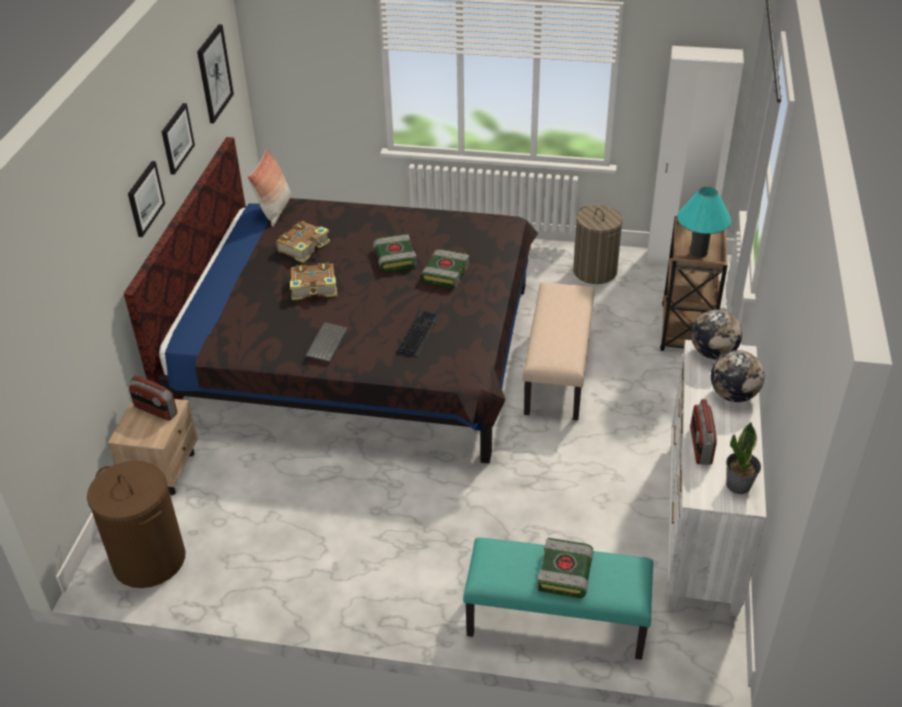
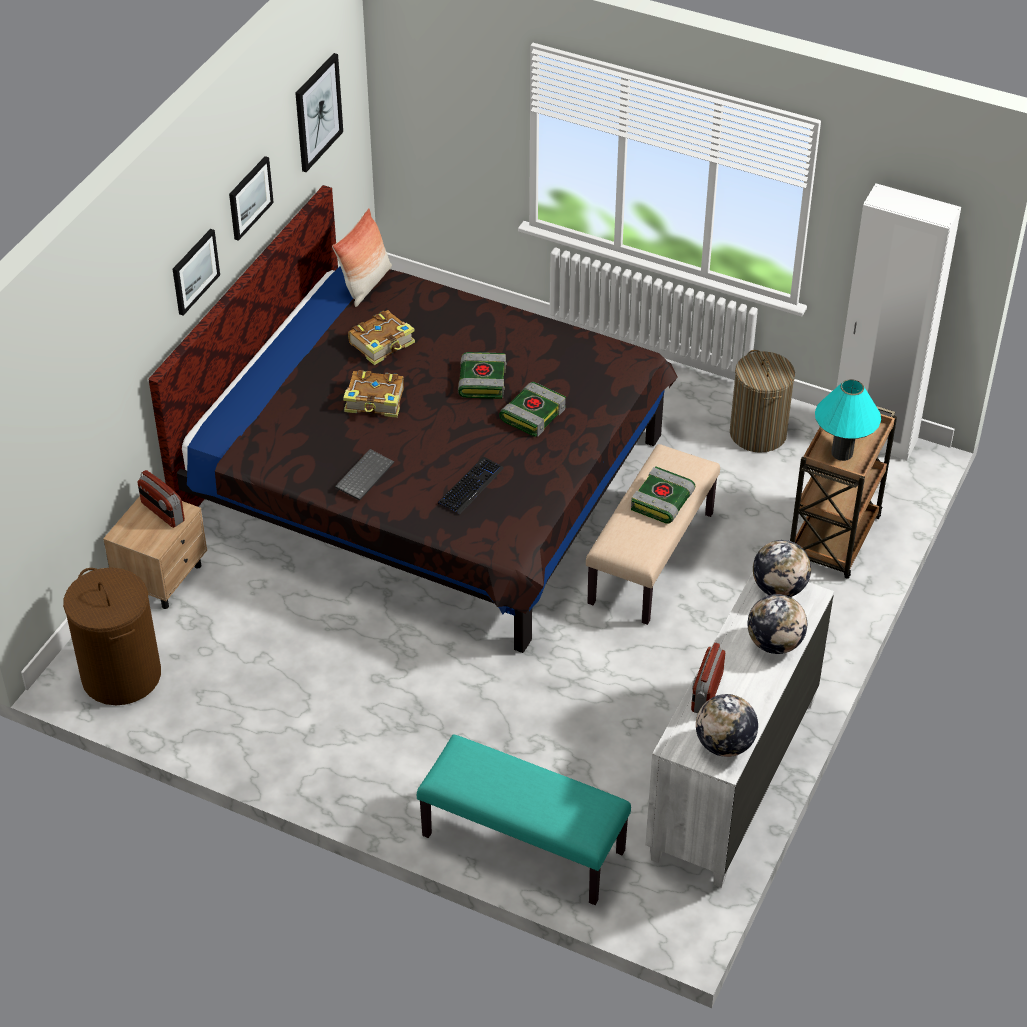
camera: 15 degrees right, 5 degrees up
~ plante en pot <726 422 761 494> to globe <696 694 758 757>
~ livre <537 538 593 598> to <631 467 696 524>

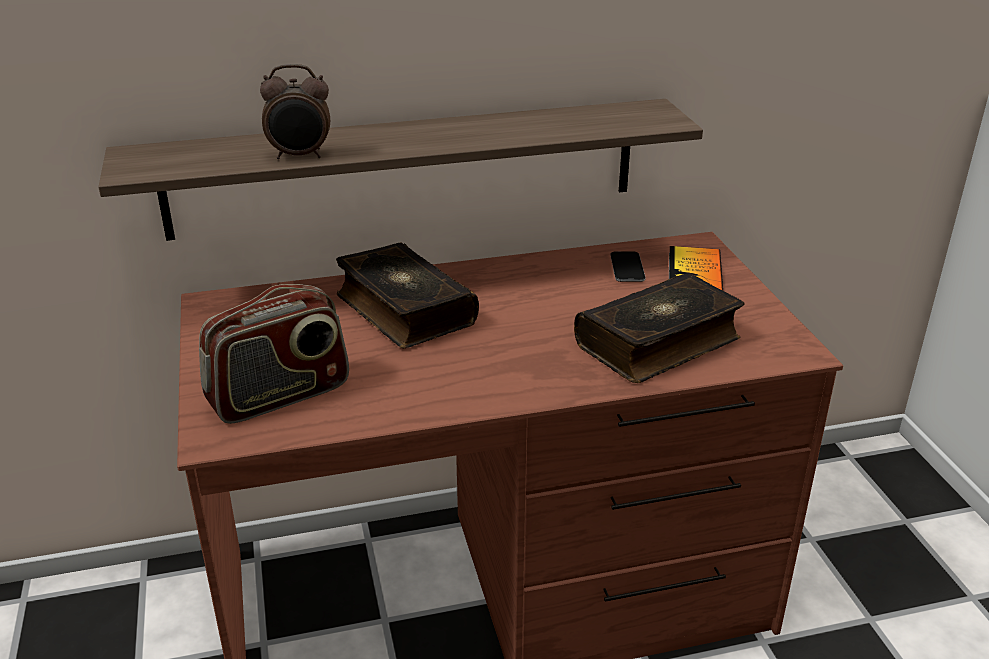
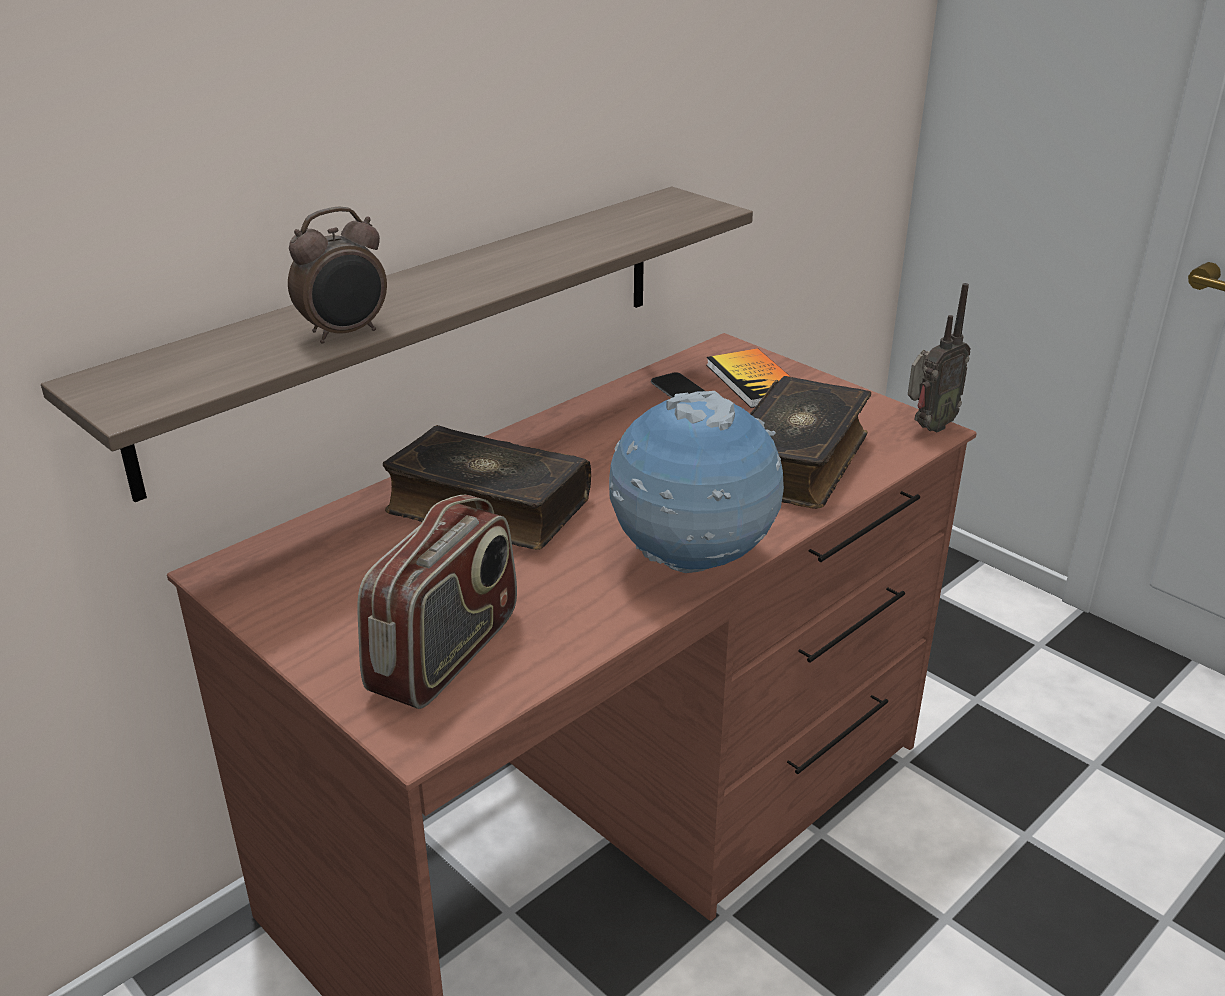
camera: 30 degrees left, 0 degrees up
+ radio <908 283 971 432>
+ globe <609 391 784 573>

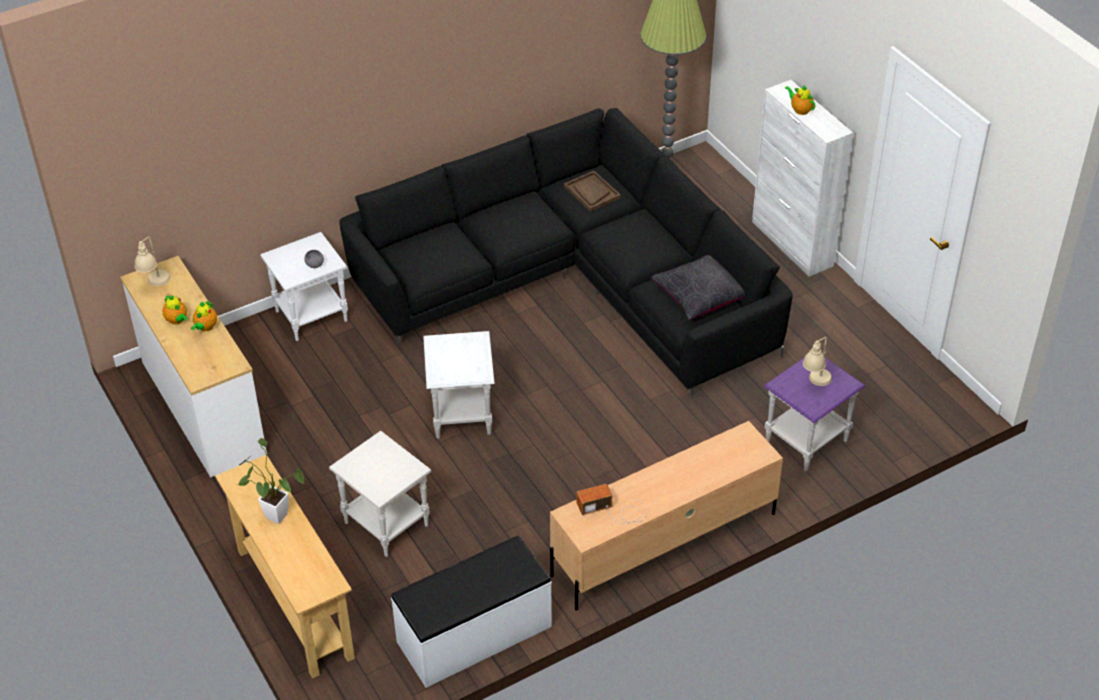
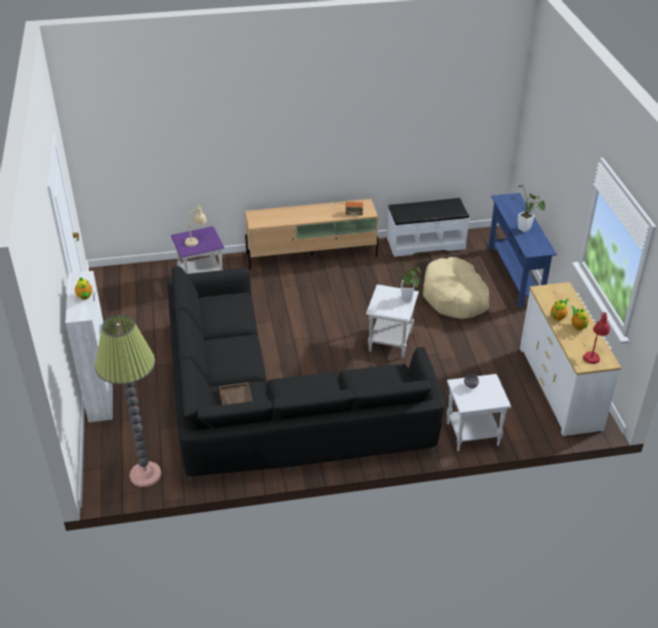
camera: 160 degrees left, 5 degrees down
~ lampe de table [beige] <135 237 170 286> to lampe de table [rouge] <583 312 610 364>
- coussin [noir] <651 255 745 320>
~ table d'appoint [blanc] <329 431 431 557> to panier pour chien [beige] <423 257 489 319>
~ table console [beige] <215 455 355 678> to table console [bleu] <488 193 557 307>
+ plante en pot <388 253 421 302>

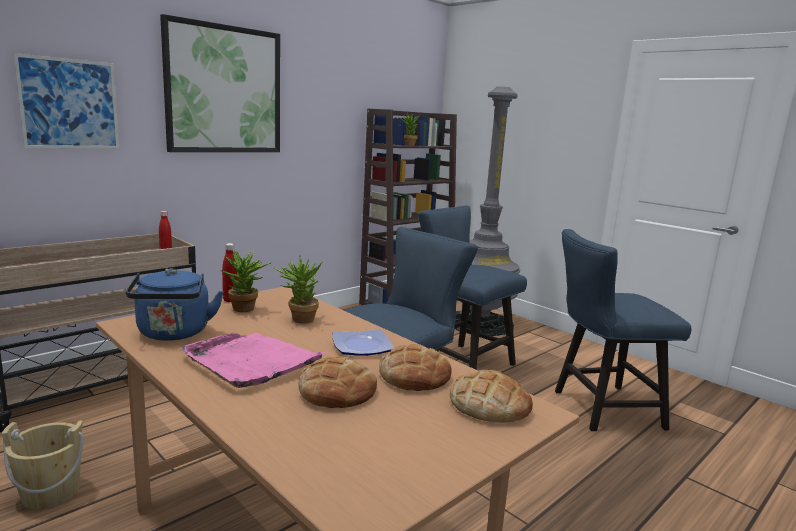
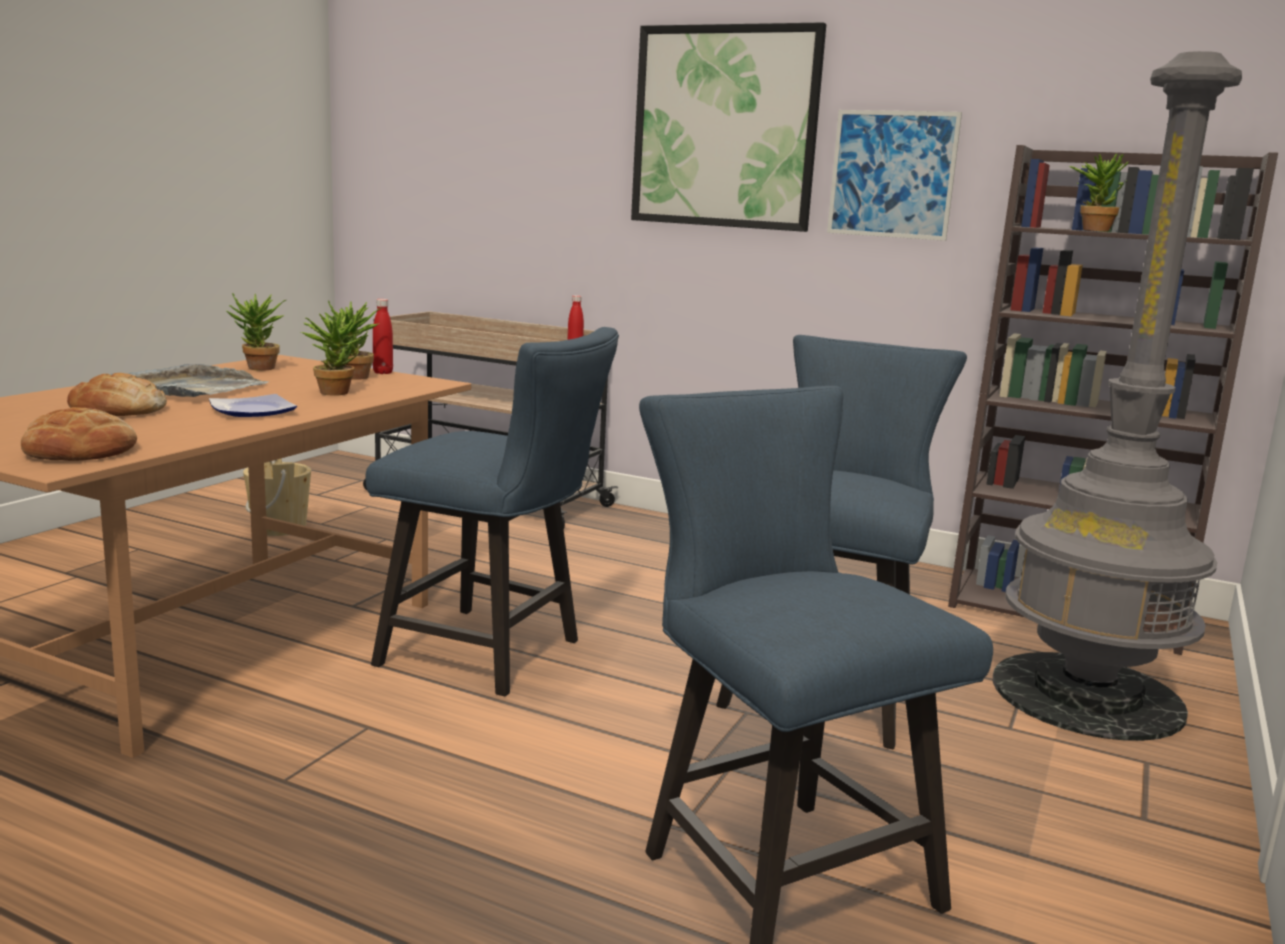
camera: 70 degrees right, 0 degrees up
~ tableau <13 53 119 149> to <827 110 962 241>
~ bouilloire [bleu] <126 268 223 341> to plante en pot <226 293 286 371>
~ plateau [rose] <182 333 325 388> to plateau [gris] <111 364 269 397>
- pain <379 344 452 391>

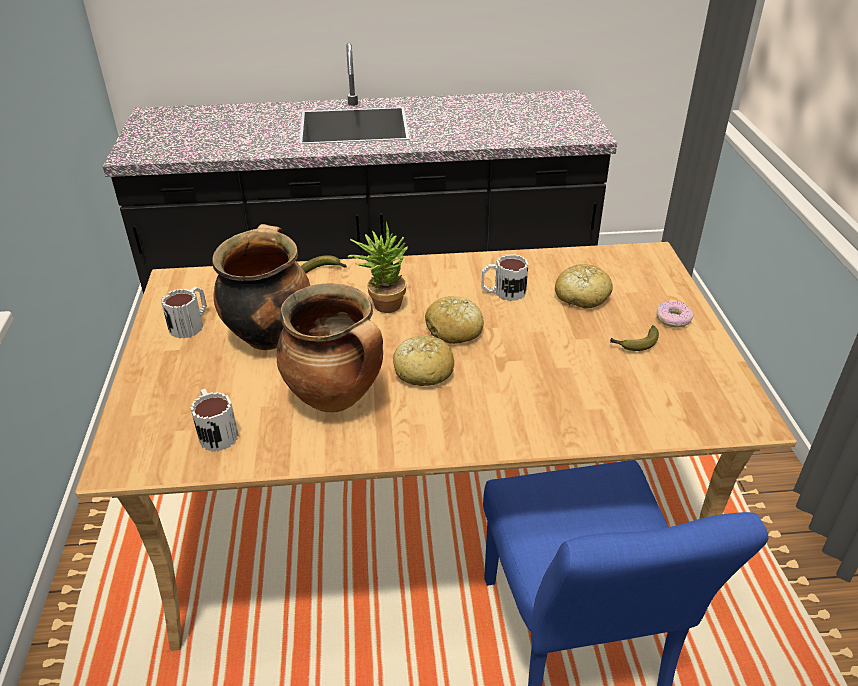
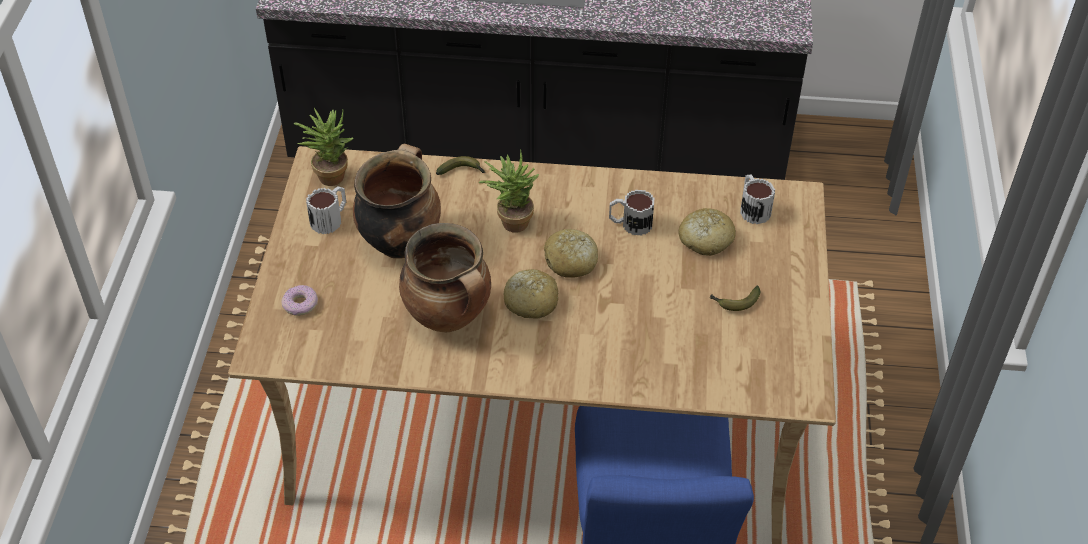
camera: 10 degrees right, 10 degrees up
~ beignet <656 301 693 328> to <281 285 318 316>
~ mug <190 389 239 452> to <740 174 775 224>
+ plante en pot <294 108 353 186>

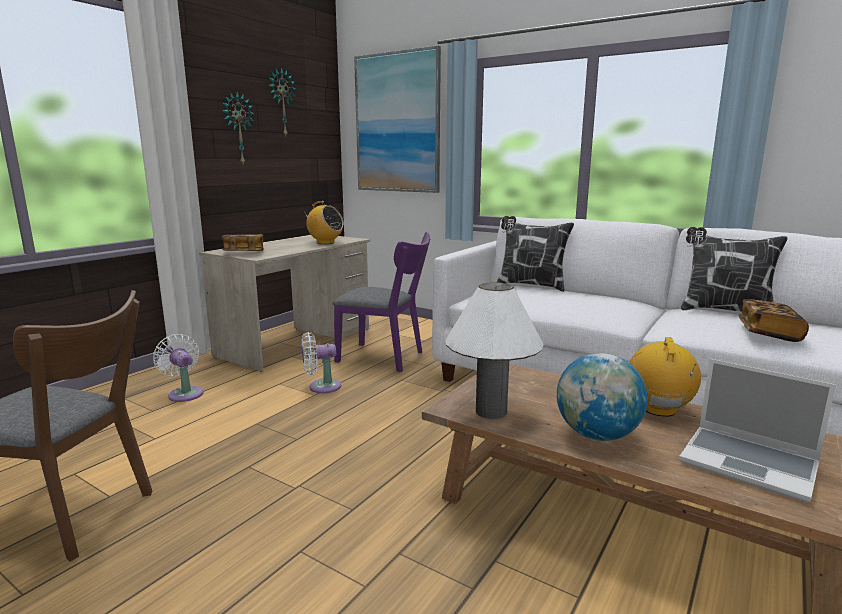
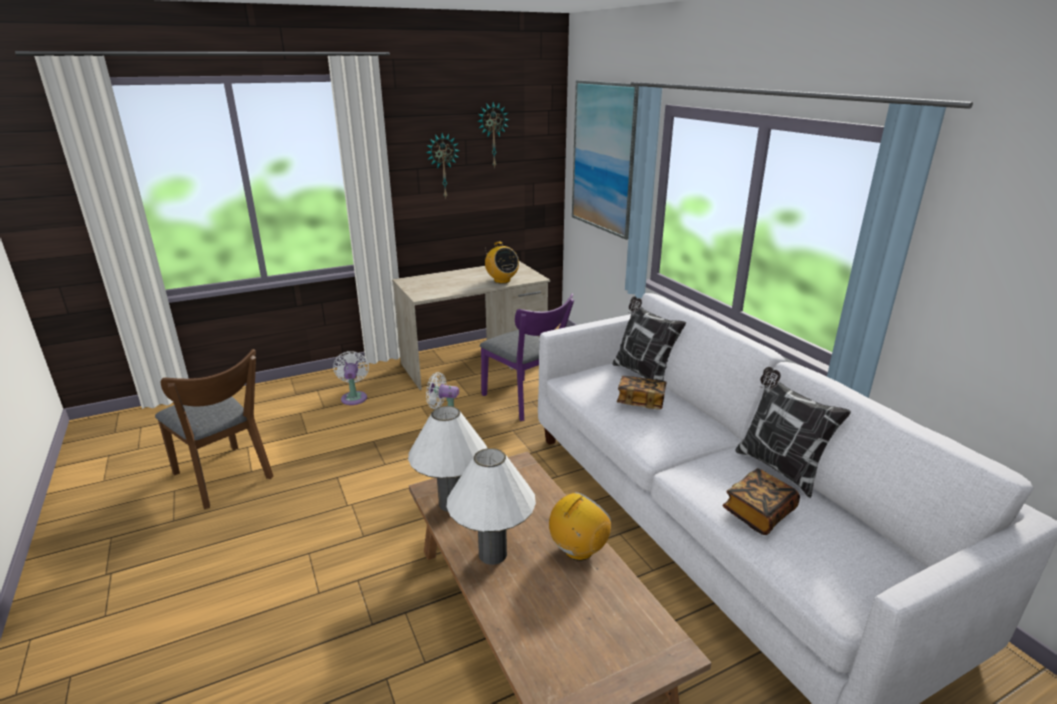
camera: 30 degrees right, 10 degrees up
~ livre <222 234 264 251> to <617 376 667 410>
~ globe <557 353 648 441> to lampe de table [blanc] <447 448 536 565>
- ordinateur portable <679 359 836 503>

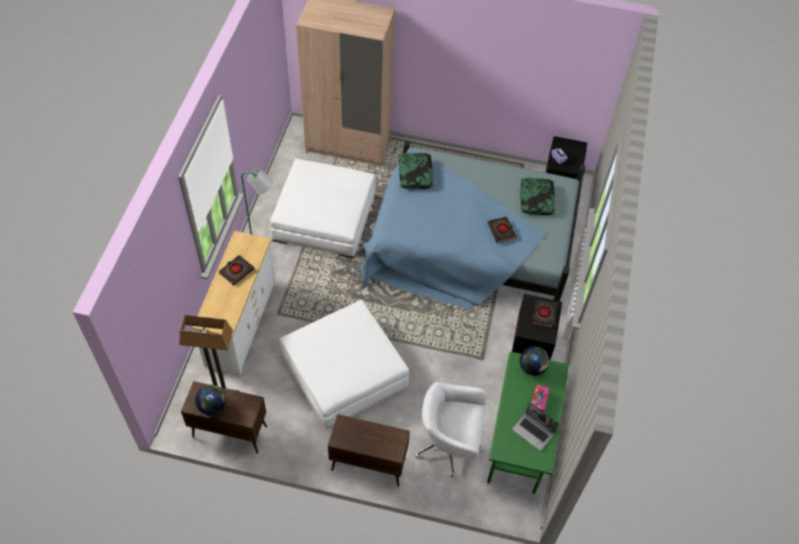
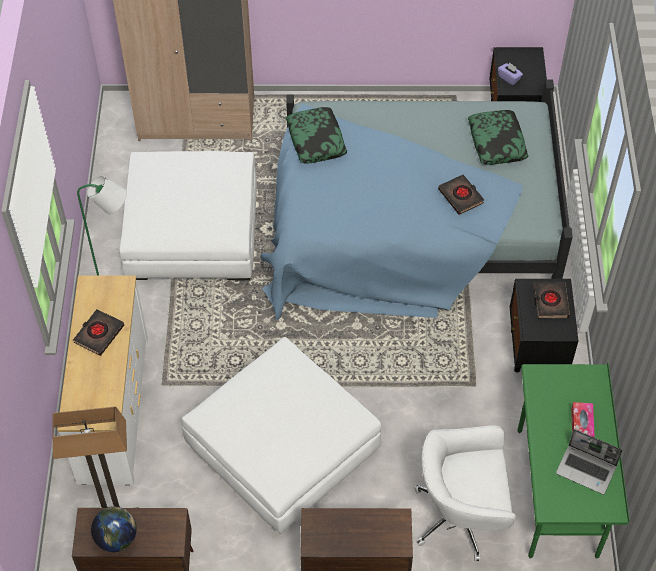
camera: 10 degrees left, 0 degrees up
- globe <520 346 549 376>

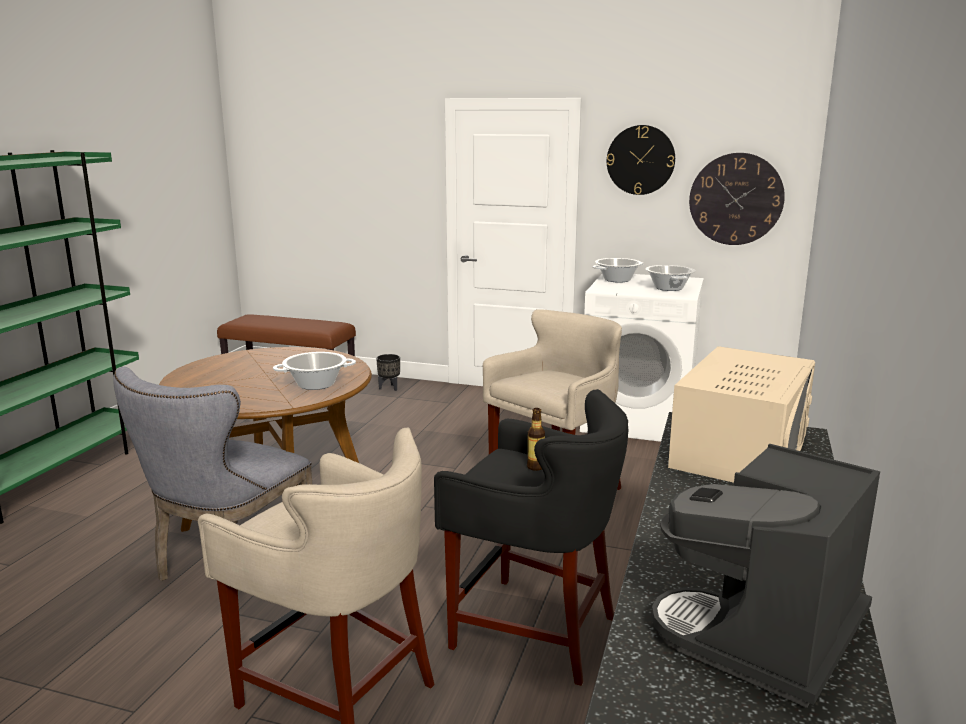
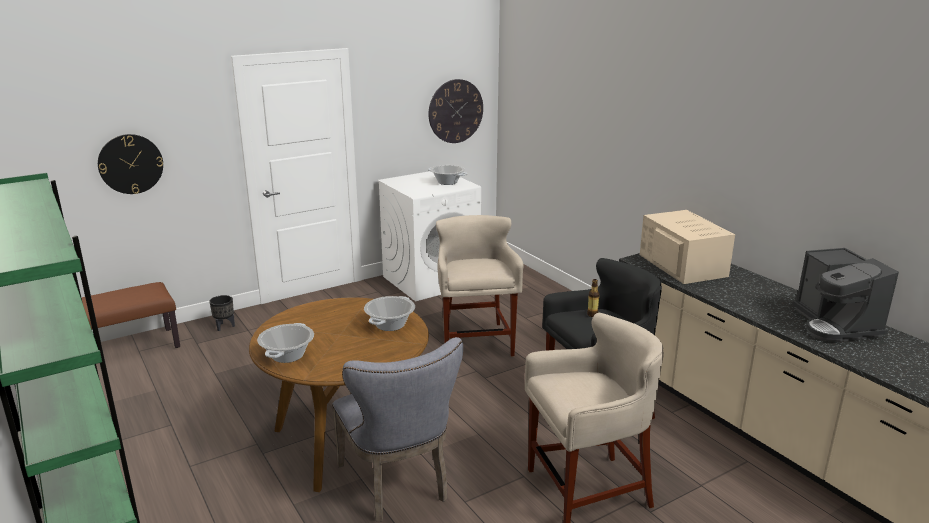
camera: 50 degrees left, 5 degrees up
~ horloge murale <607 125 675 195> to <98 134 163 194>
~ marmite <592 258 644 283> to <257 323 314 363>

